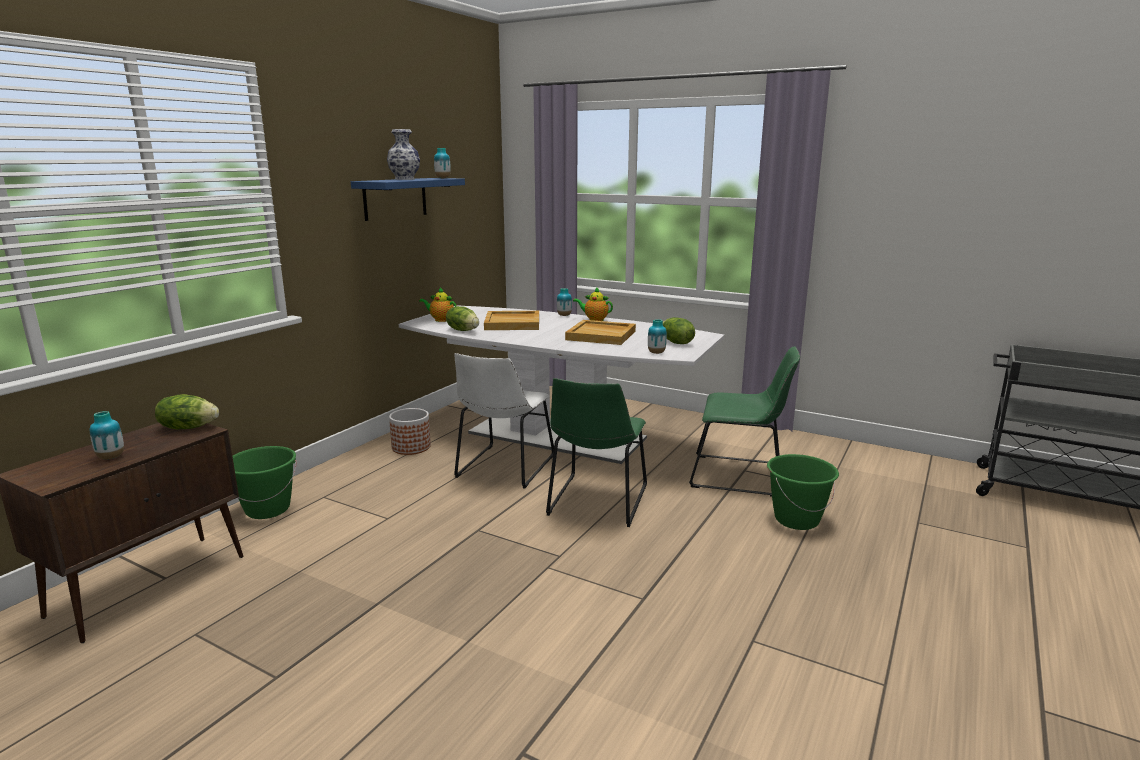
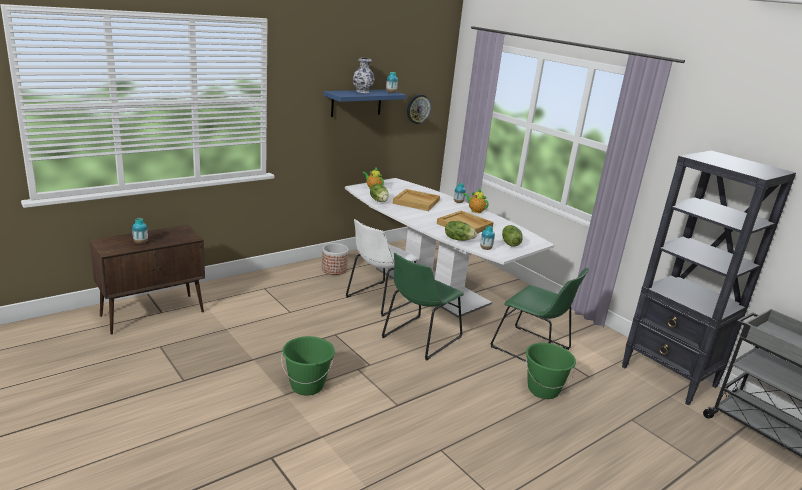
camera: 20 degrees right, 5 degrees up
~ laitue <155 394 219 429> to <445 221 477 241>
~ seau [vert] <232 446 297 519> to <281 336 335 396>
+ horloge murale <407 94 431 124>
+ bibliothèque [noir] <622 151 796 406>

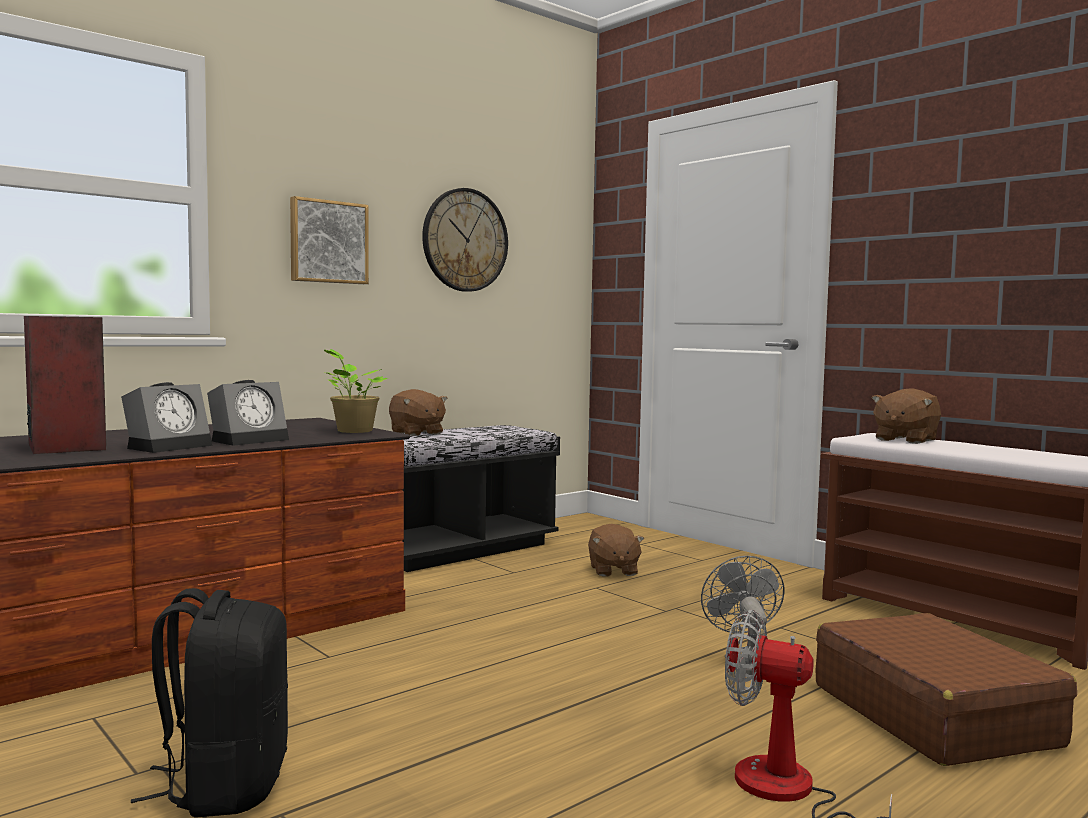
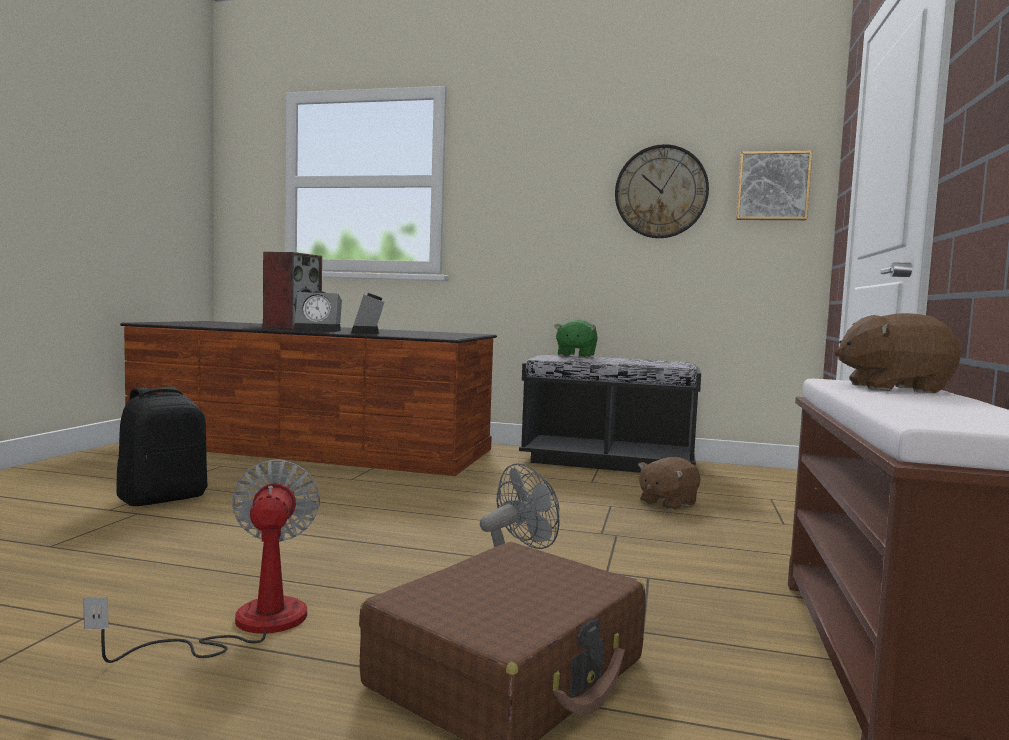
camera: 55 degrees right, 0 degrees up
~ tableau <290 196 369 284> to <736 150 812 220>
- plante en pot <324 349 389 433>
~ réveil <207 380 289 446> = <351 293 384 334> 75 degrees clockwise
~ peluche [marron] <389 389 448 436> to peluche [vert] <555 319 598 358>

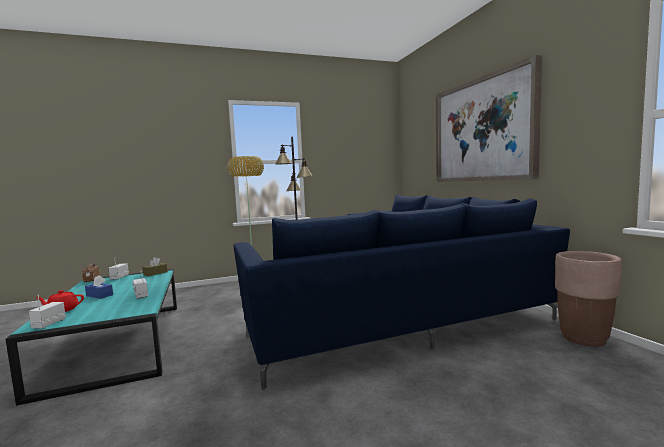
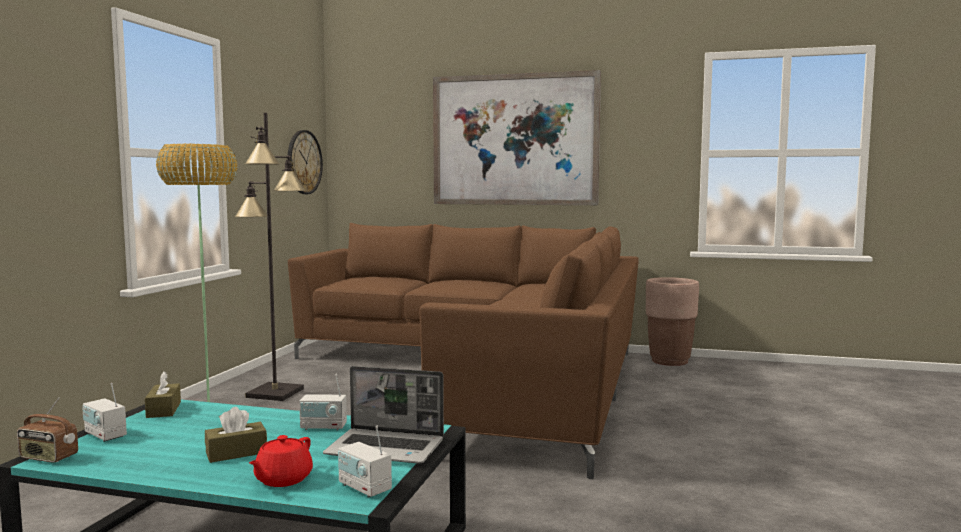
camera: 55 degrees left, 0 degrees up
~ canapé [bleu] <234 194 570 389> to canapé [marron] <288 223 639 479>
~ boîte à mouchoirs [bleu] <85 275 113 299> to boîte à mouchoirs [marron] <205 407 267 463>
+ horloge murale <287 130 323 194>
+ ordinateur portable <323 366 444 464>

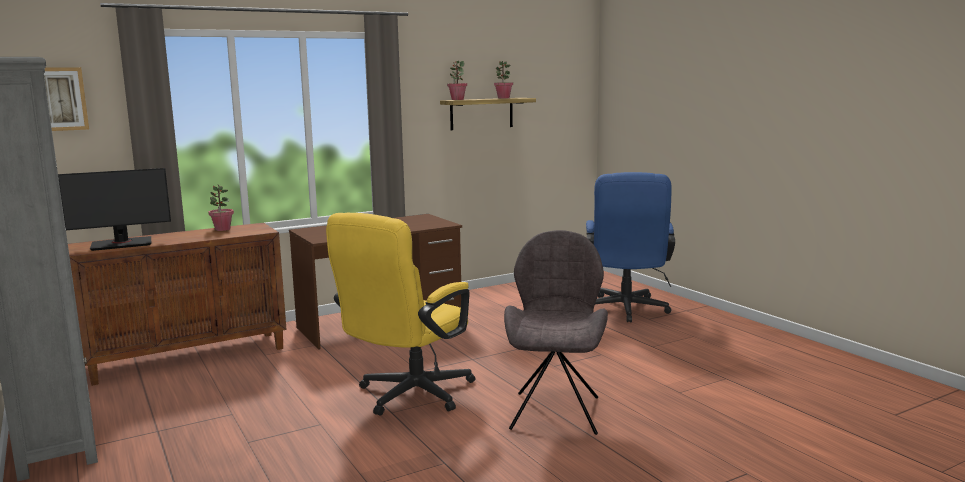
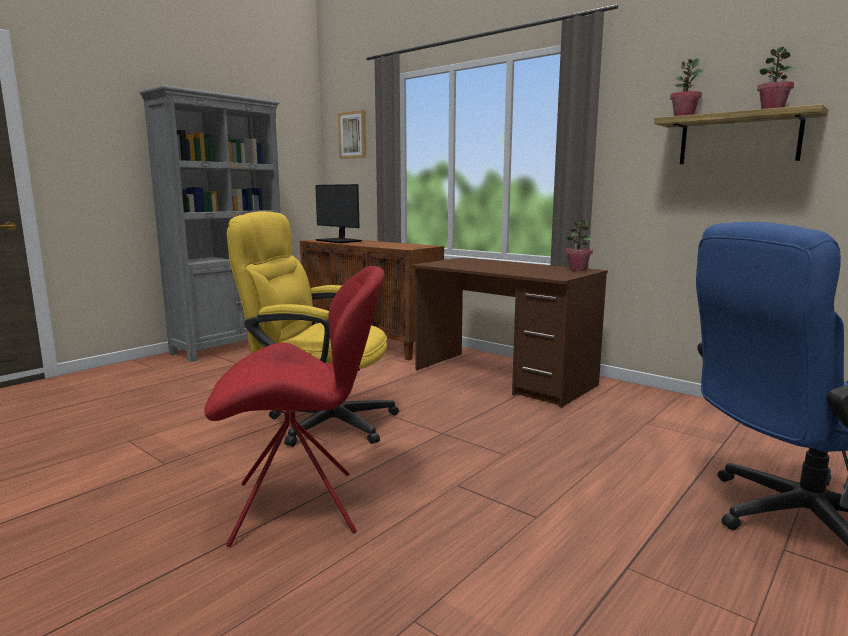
camera: 70 degrees right, 0 degrees up
~ plante en pot <208 185 234 231> to <566 220 593 271>
~ chaise [gris] <504 230 608 435> to chaise [rouge] <205 266 385 547>

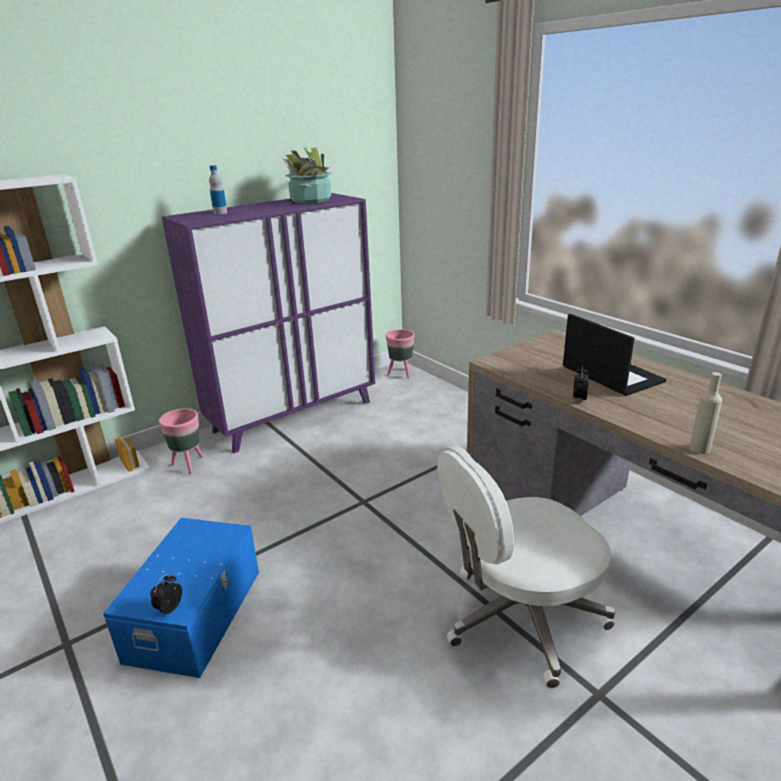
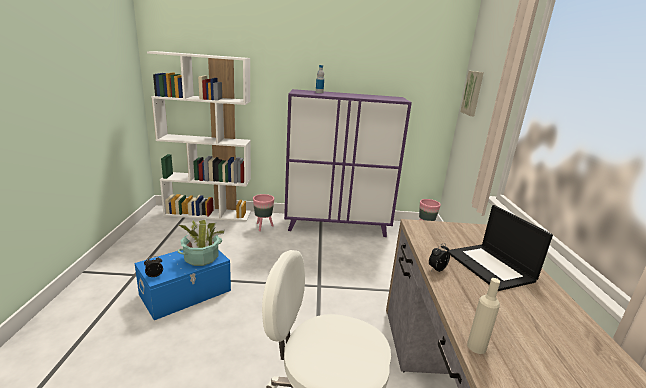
camera: 35 degrees right, 5 degrees down
~ plante en pot <280 147 332 204> to <177 219 225 266>
~ ordinateur portable <563 314 666 396> = <447 205 553 291> 150 degrees clockwise
+ tableau <460 71 484 116>

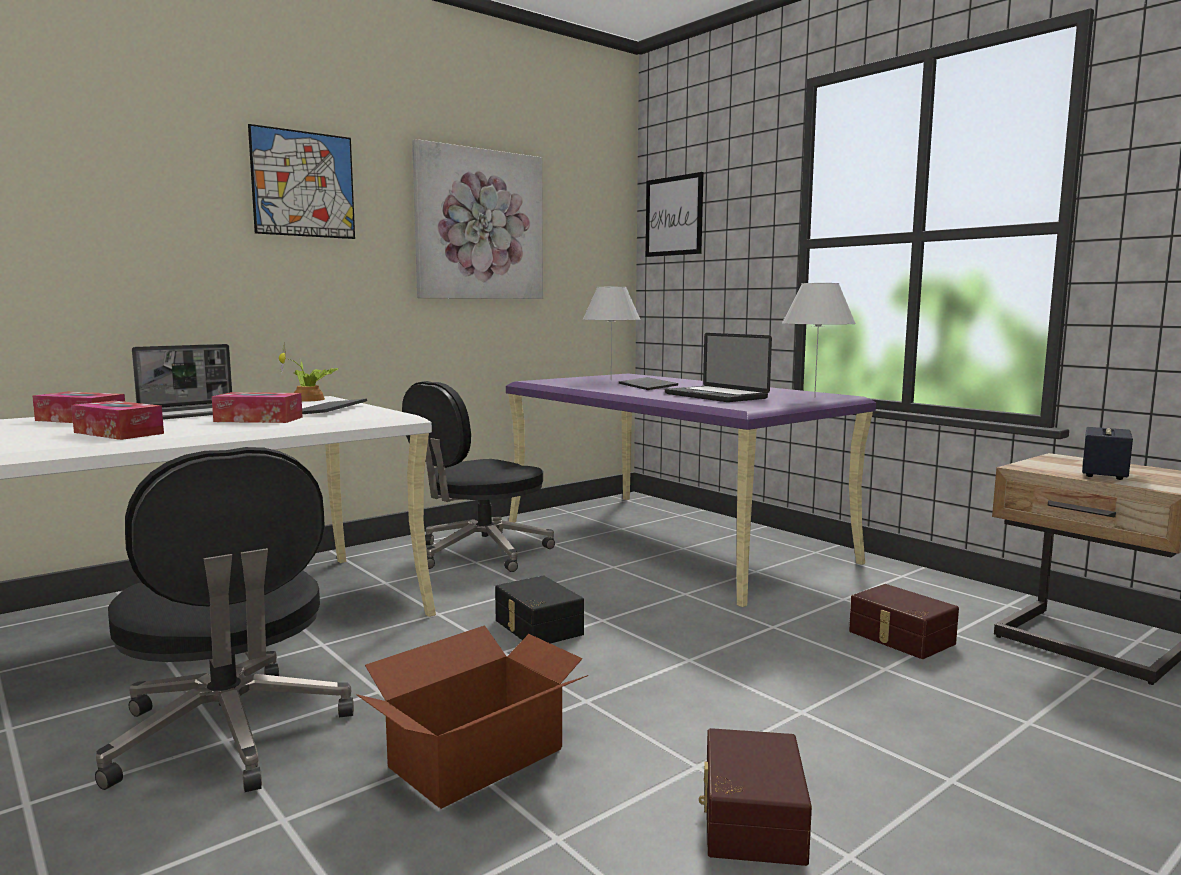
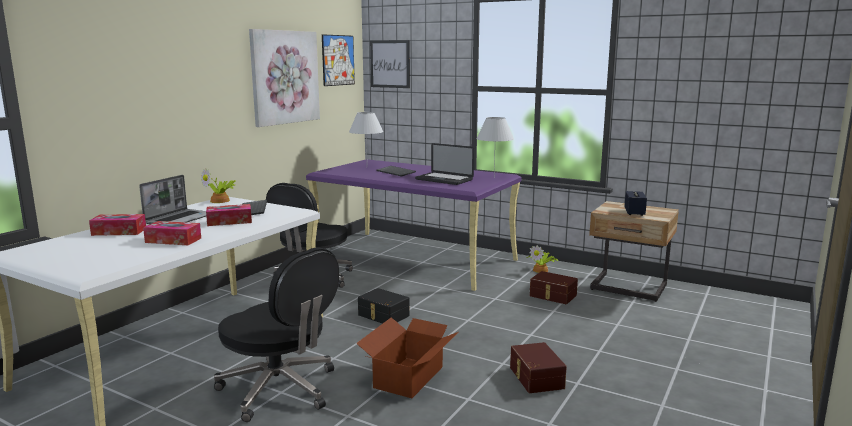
camera: 20 degrees left, 5 degrees up
~ tableau <248 124 355 239> to <322 34 355 86>
+ plante en pot <527 245 558 273>

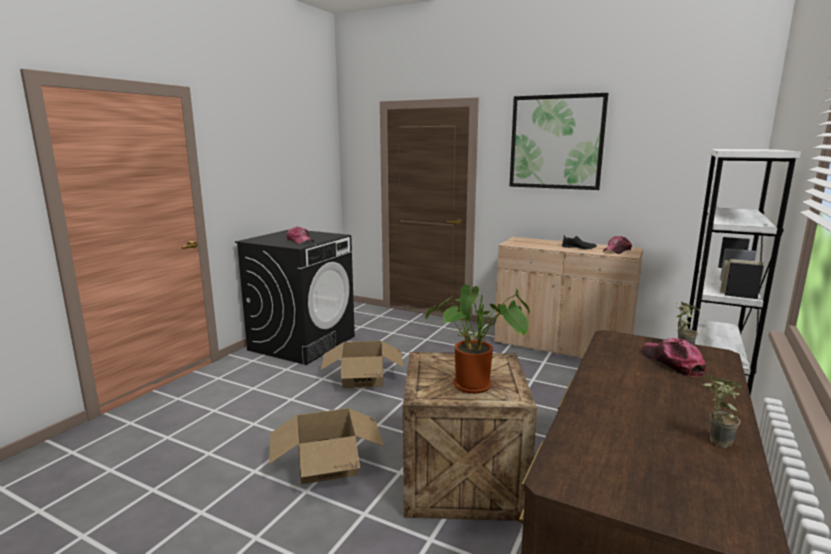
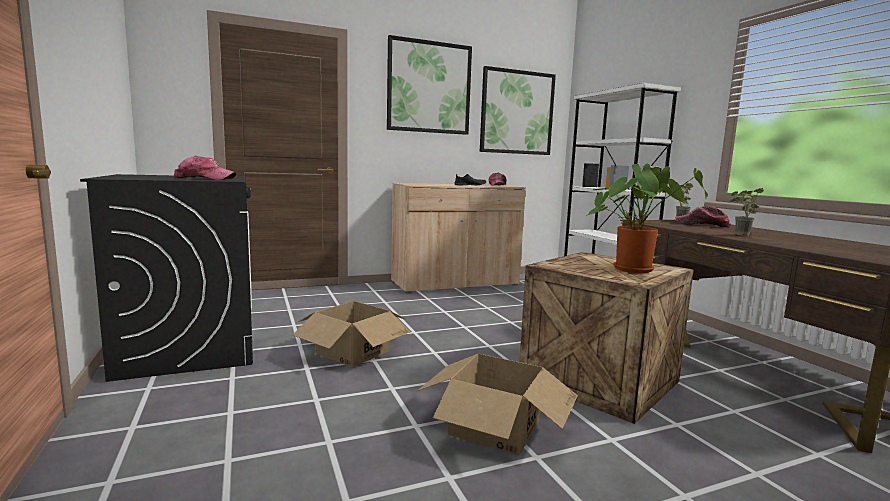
camera: 50 degrees left, 5 degrees down
~ plante en pot <702 375 743 448> to <730 188 764 236>
+ tableau <480 66 556 155>

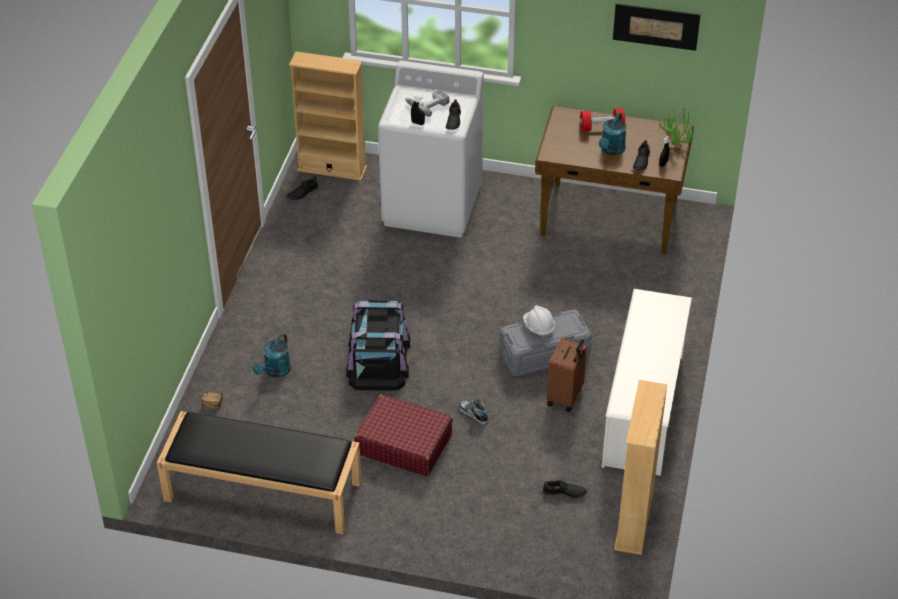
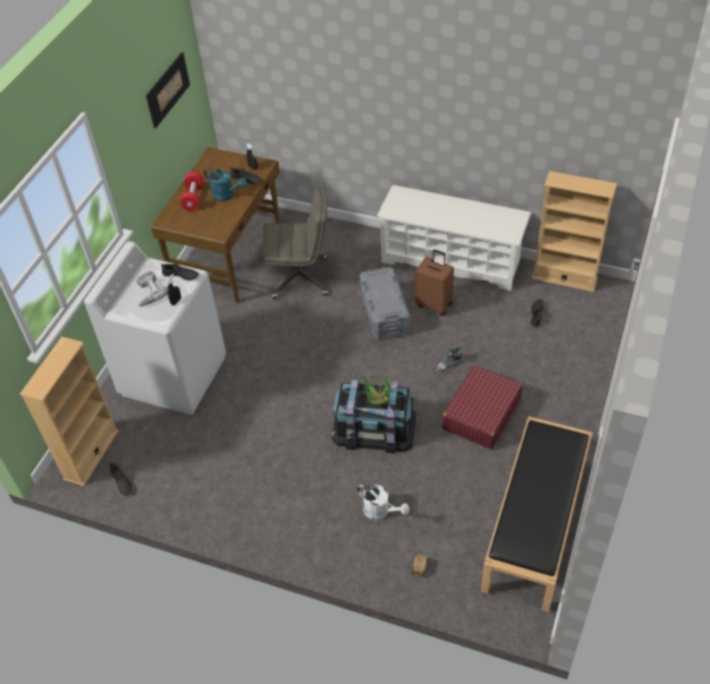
camera: 80 degrees left, 5 degrees up
~ plante en pot <659 108 693 148> to <358 373 391 405>
- casque de chantier [blanc] <523 305 555 338>
~ arrosoir [turquoise] <253 333 291 378> to arrosoir [blanc] <357 484 409 521>
+ chaise de bureau [gris] <263 188 328 299>

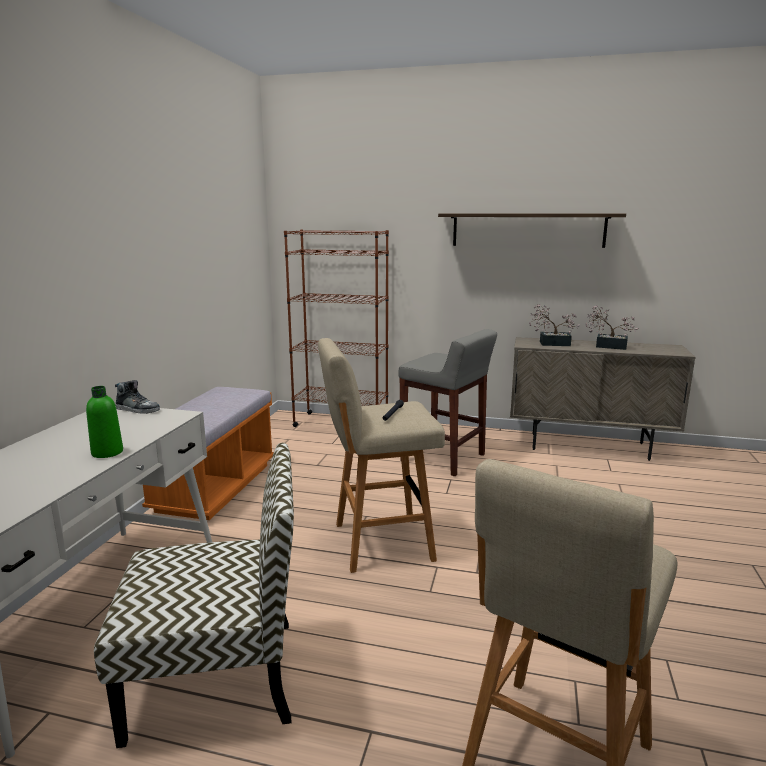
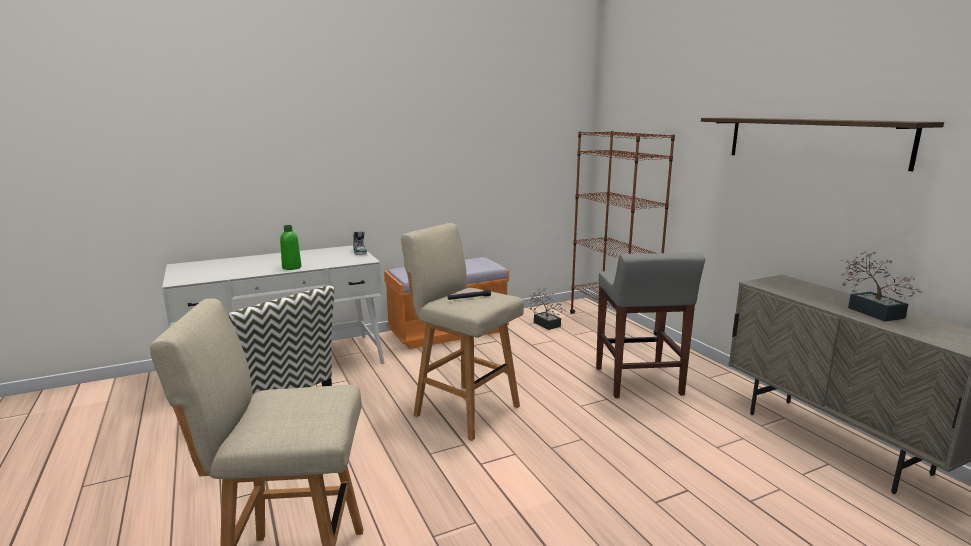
camera: 50 degrees right, 0 degrees up
~ plante en pot <529 304 580 346> to <527 288 566 330>

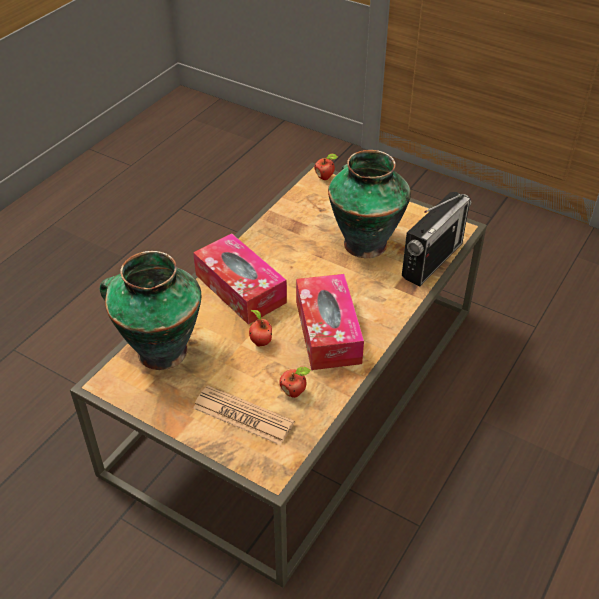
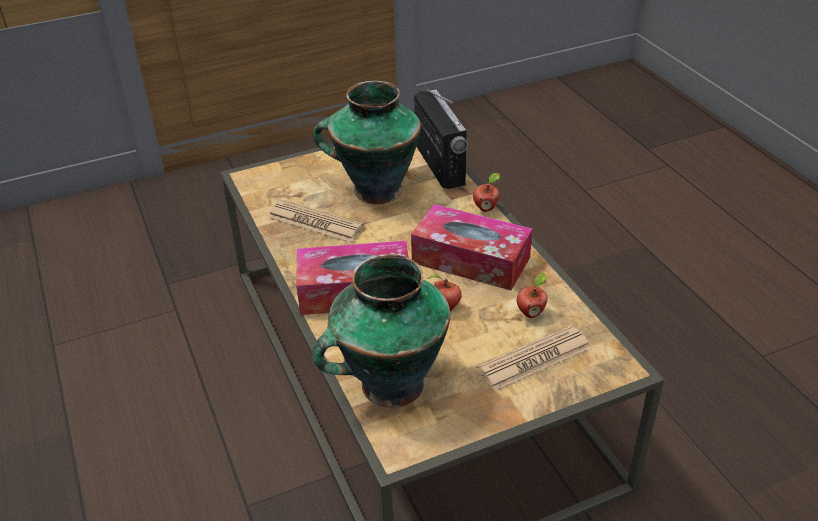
camera: 55 degrees left, 5 degrees down
~ pomme <314 154 338 180> to <473 173 500 212>
+ journal <268 200 364 243>

